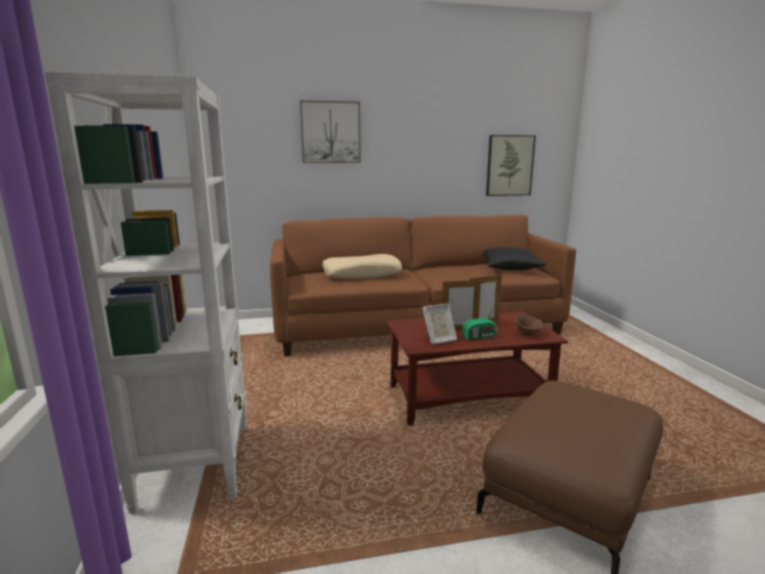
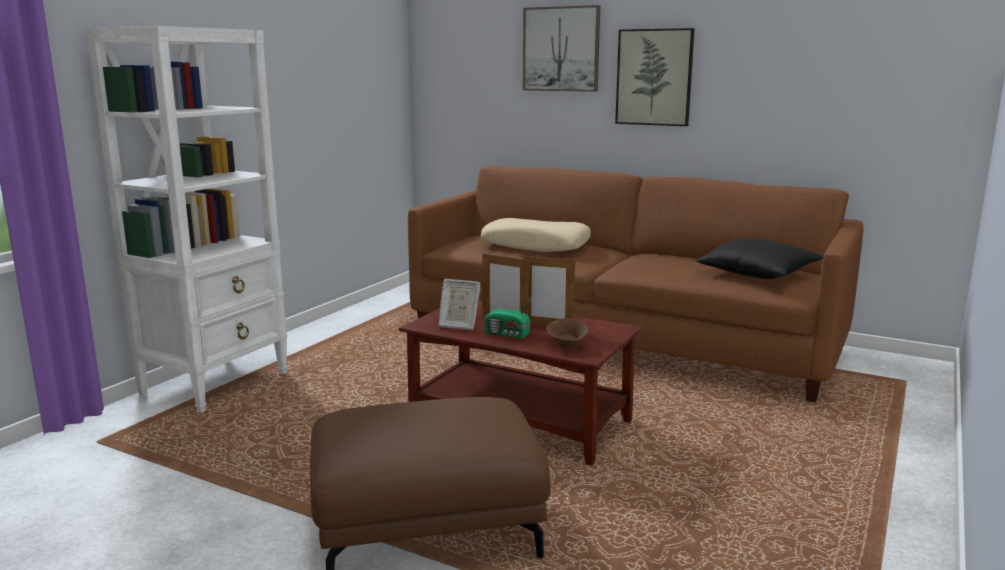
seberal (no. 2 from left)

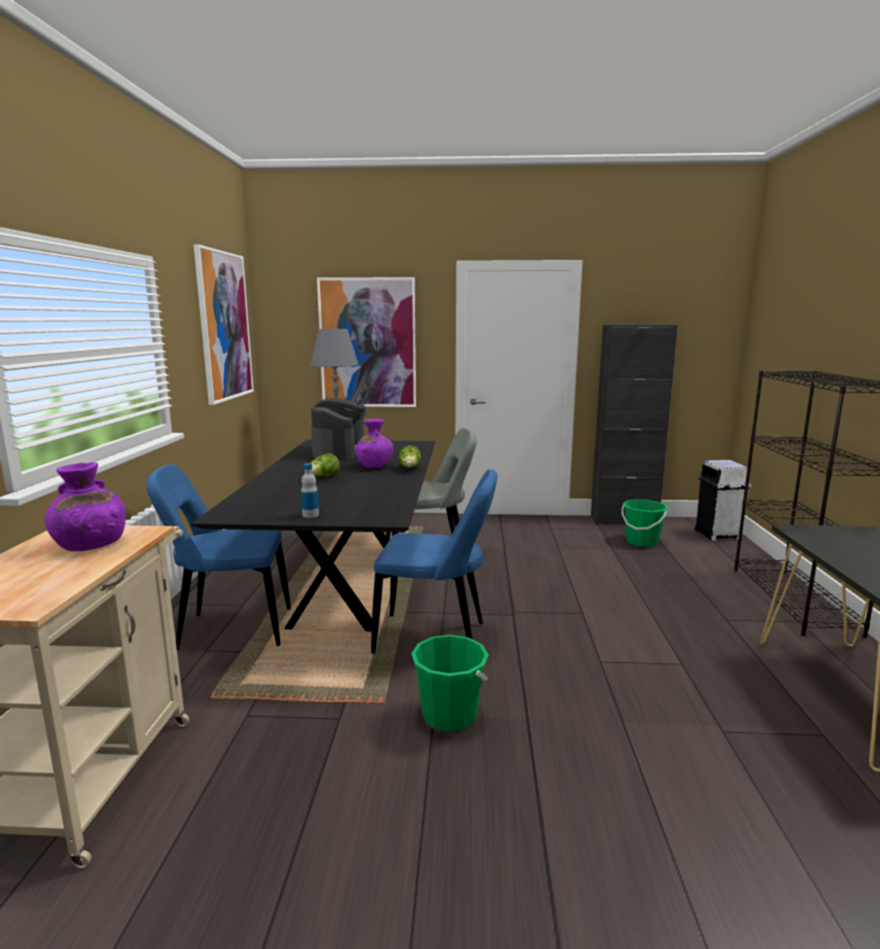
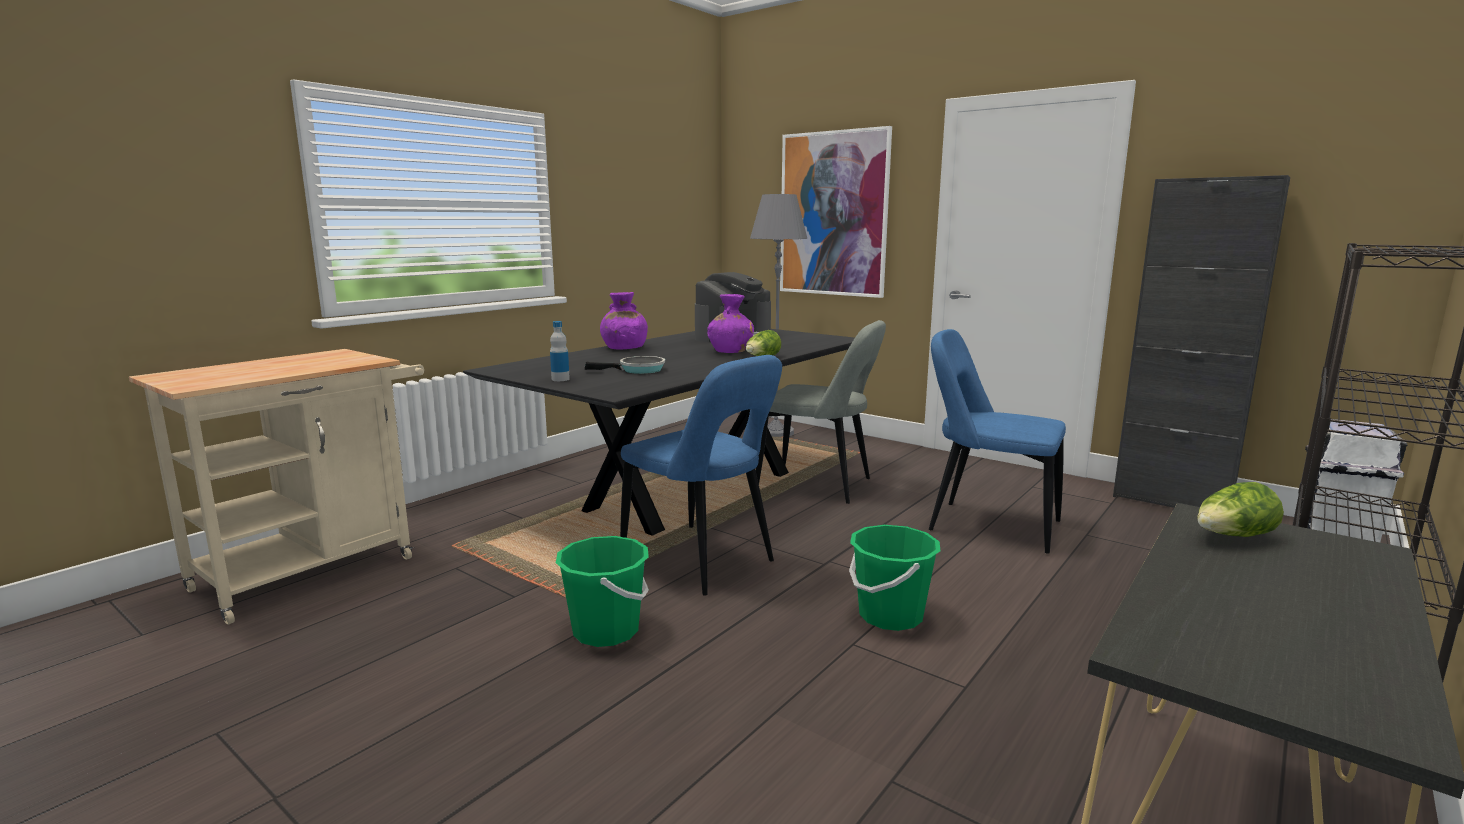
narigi; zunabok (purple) (no. 1 from left); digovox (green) (no. 2 from left); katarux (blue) (no. 2 from left); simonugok (no. 2 from left); seberal (no. 1 from left in the first image)

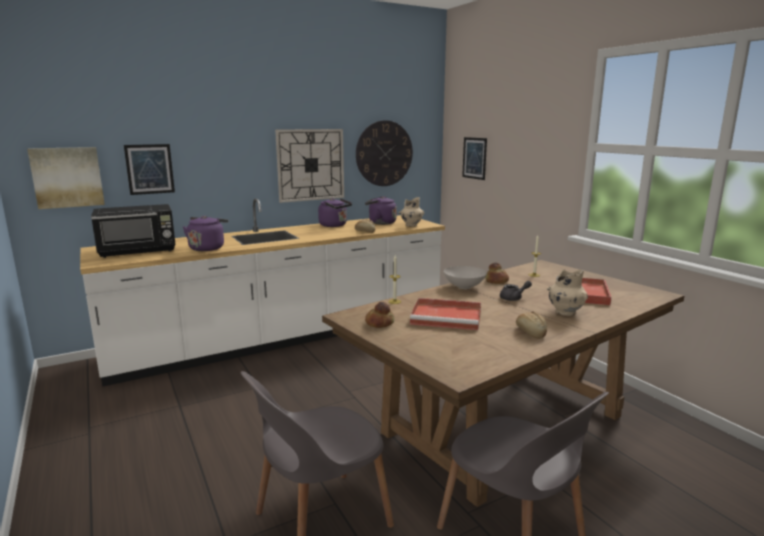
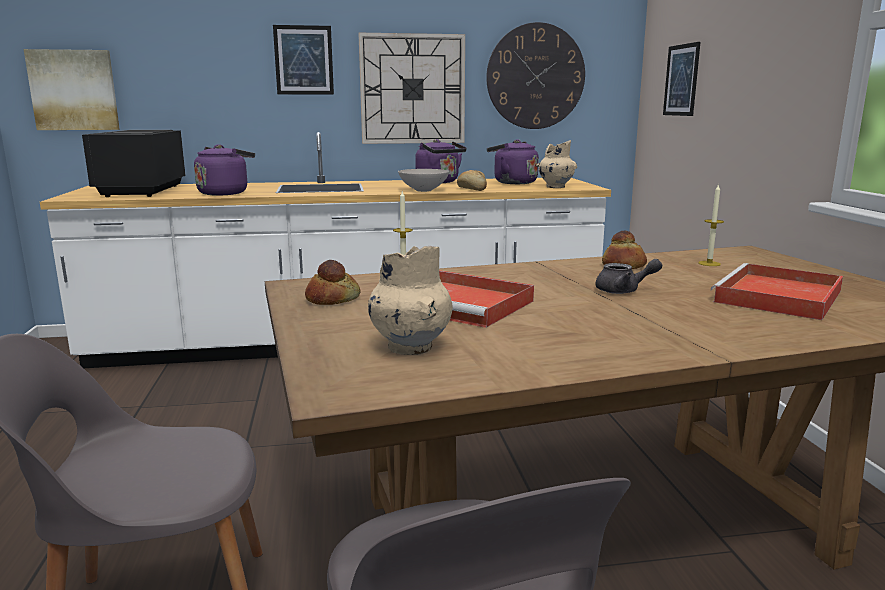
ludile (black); seberal (no. 2 from left); zunabok (beige) (no. 1 from left); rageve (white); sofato (no. 4 from left in the first image)

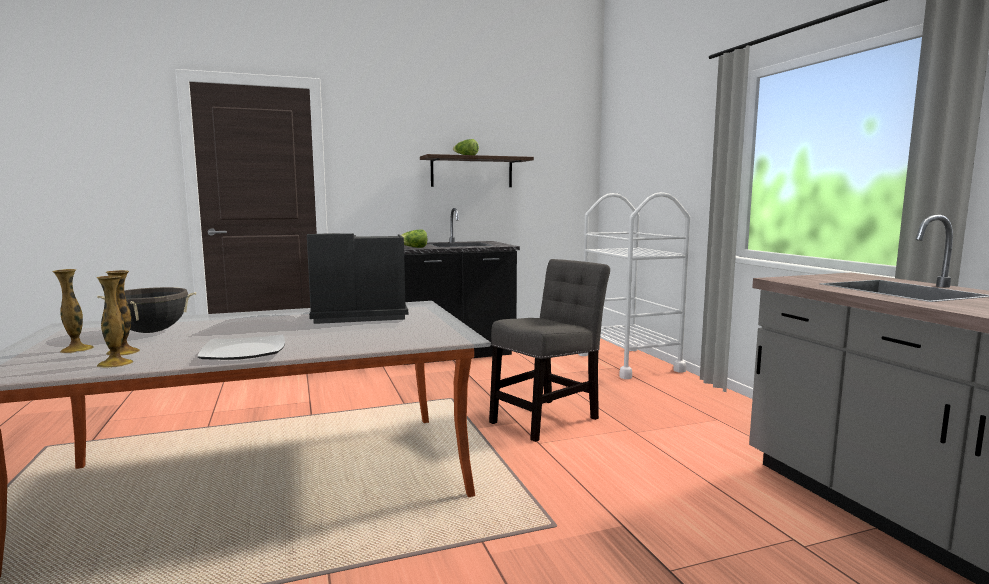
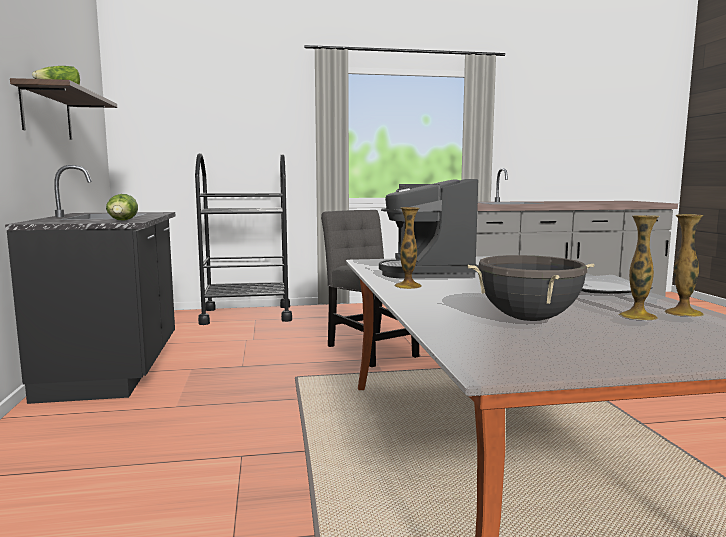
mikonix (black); zunabok (no. 1 from left)

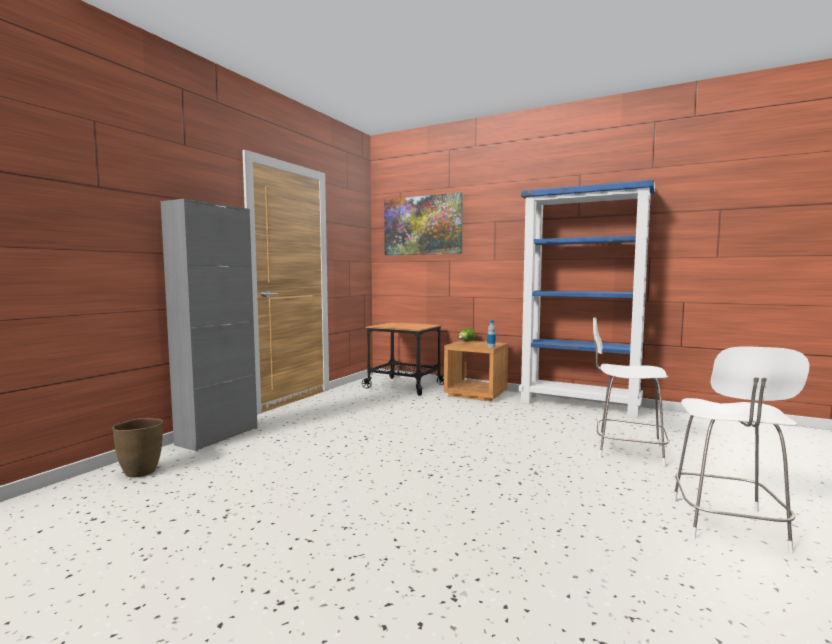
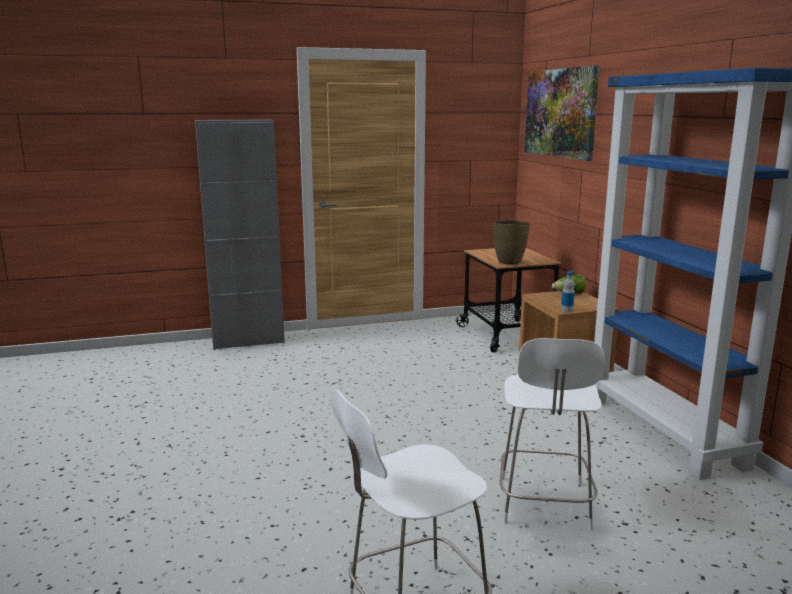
zunabok (brown); katarux (white) (no. 2 from left)

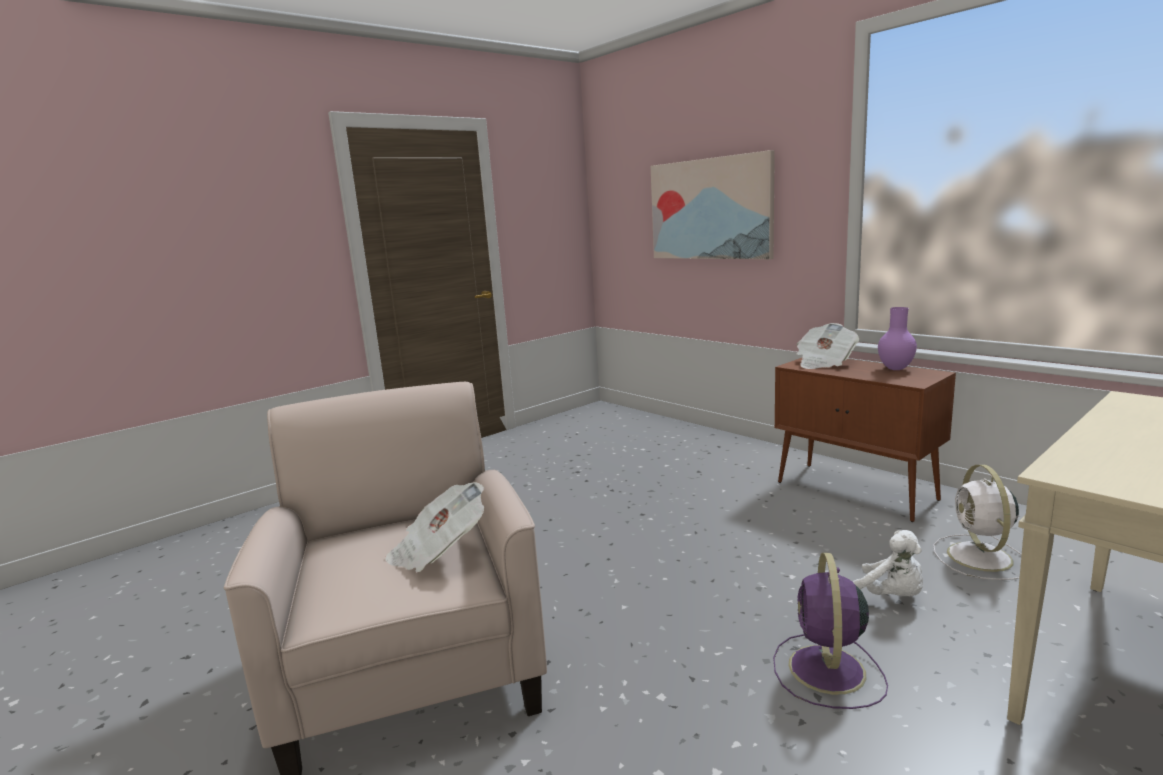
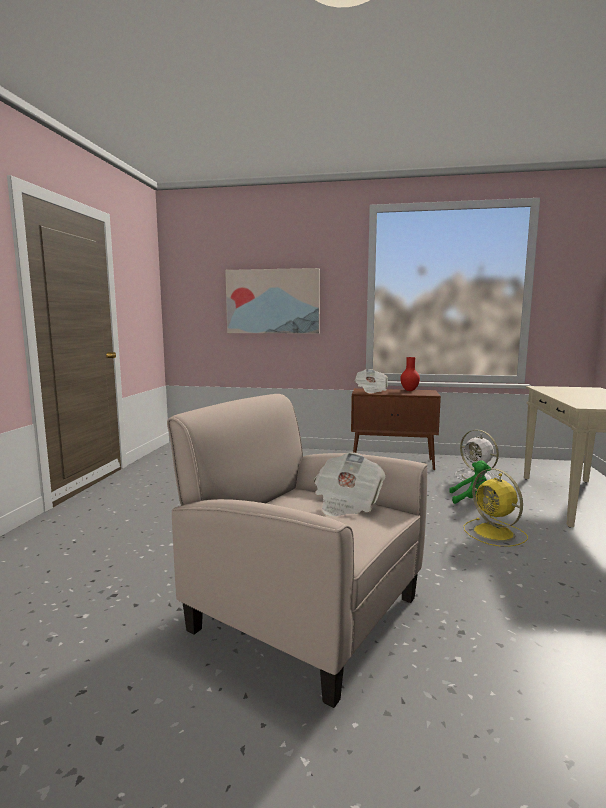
zunabok (red); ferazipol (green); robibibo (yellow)

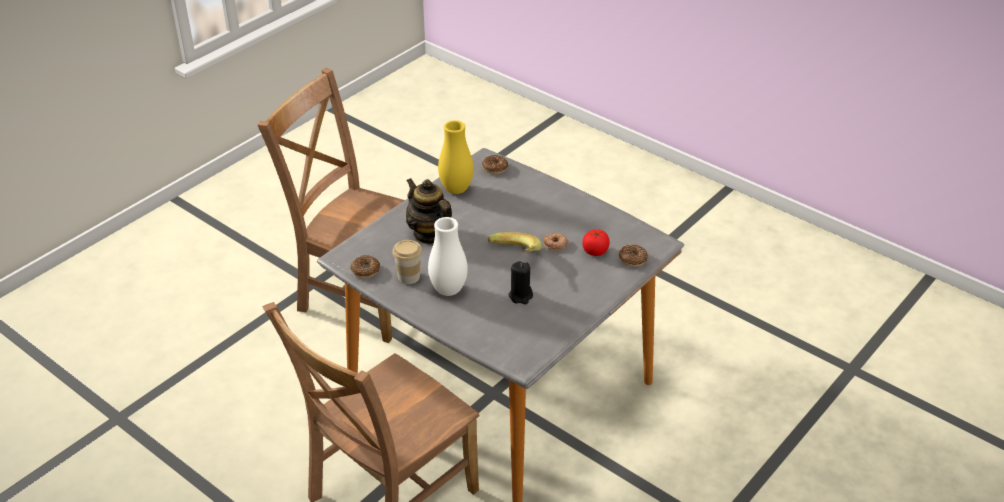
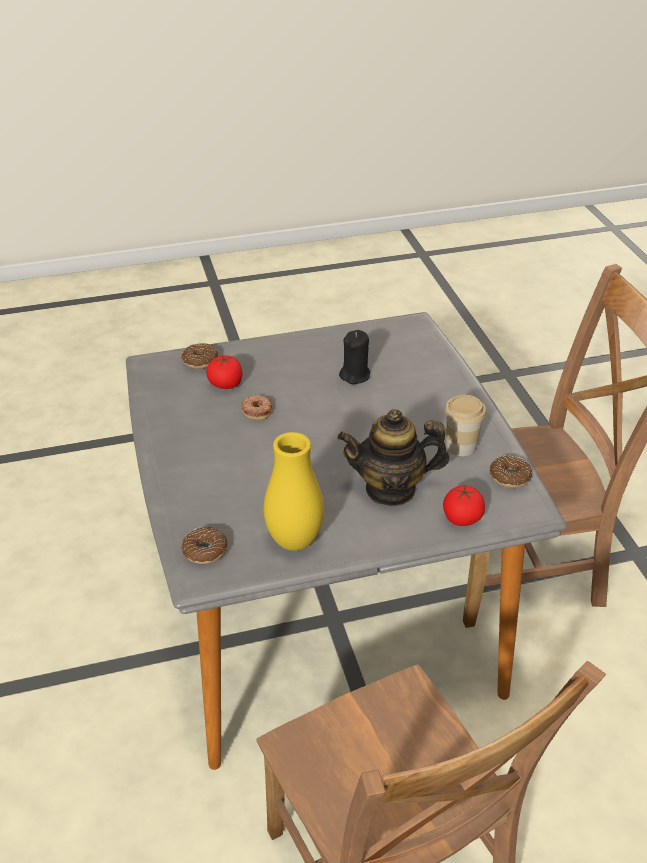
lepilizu; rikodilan (no. 2 from left); zunabok (white); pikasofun

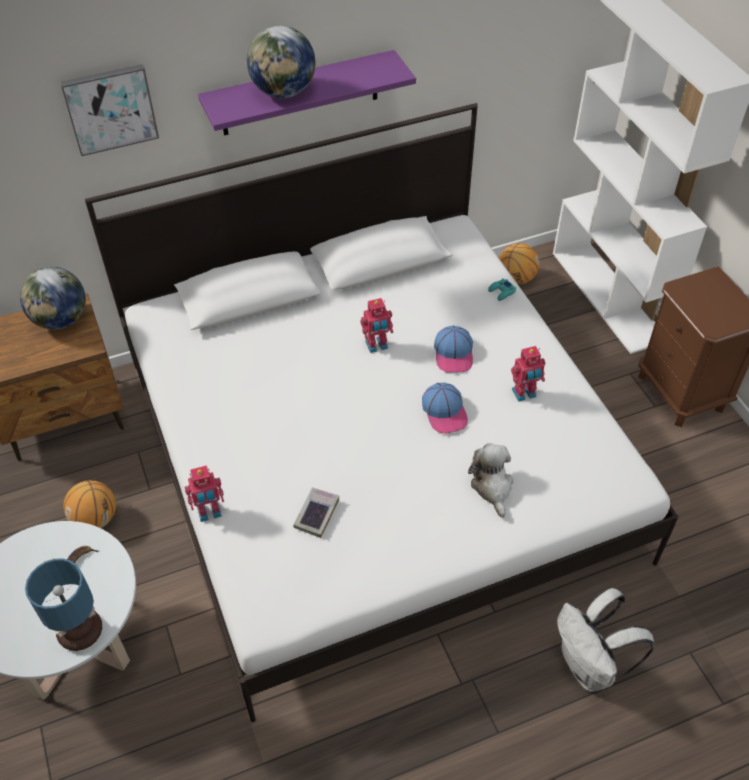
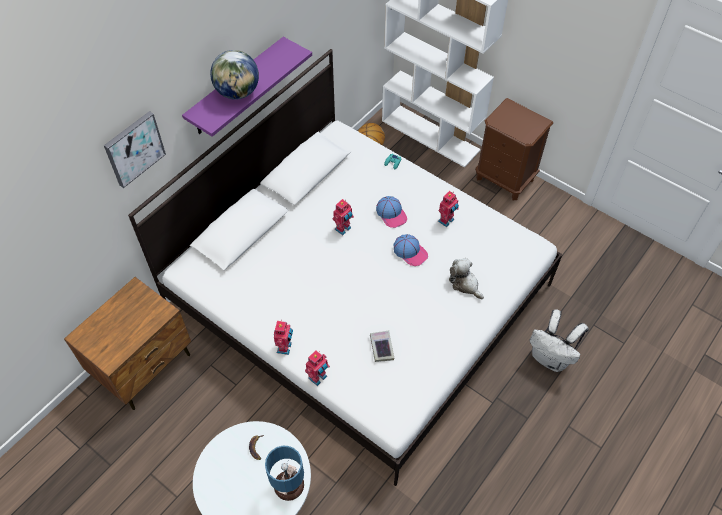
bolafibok (no. 1 from left); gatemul (no. 1 from left in the first image); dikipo (no. 1 from left in the first image)

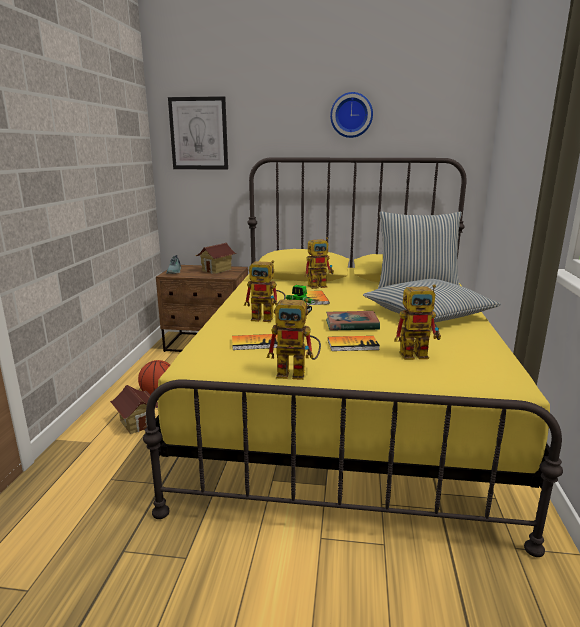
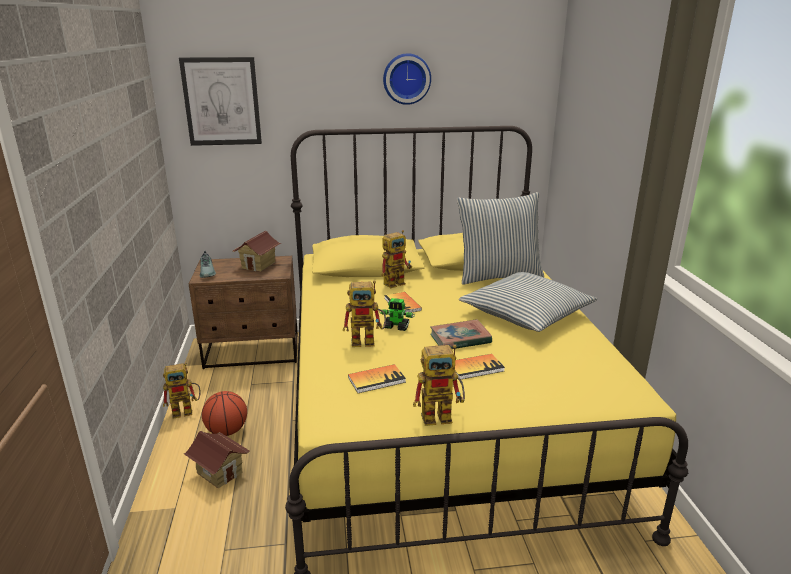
bolafibok (no. 1 from left)

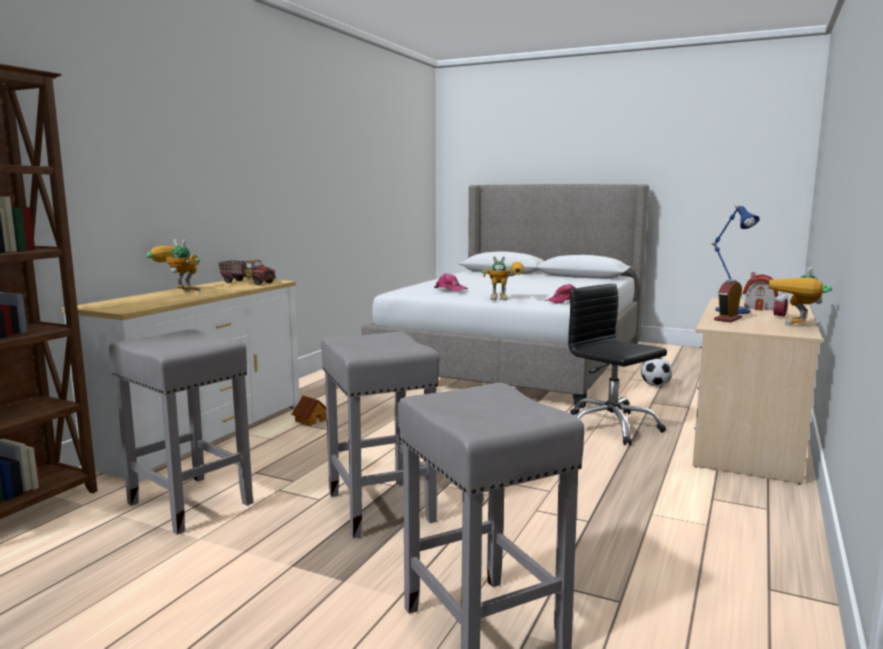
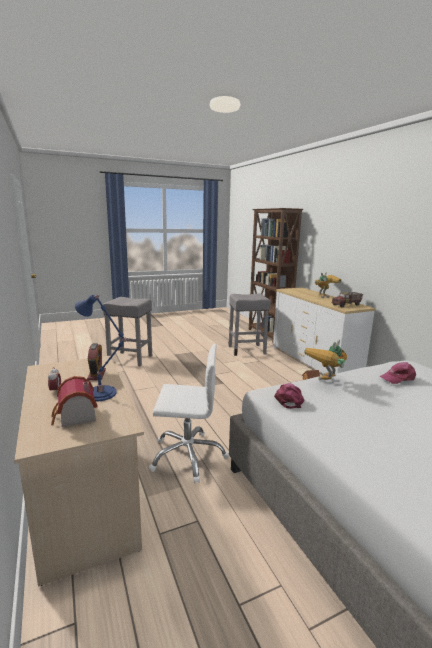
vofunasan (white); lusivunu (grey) (no. 2 from left in the first image); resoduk; bolafibok (no. 3 from left in the first image)

